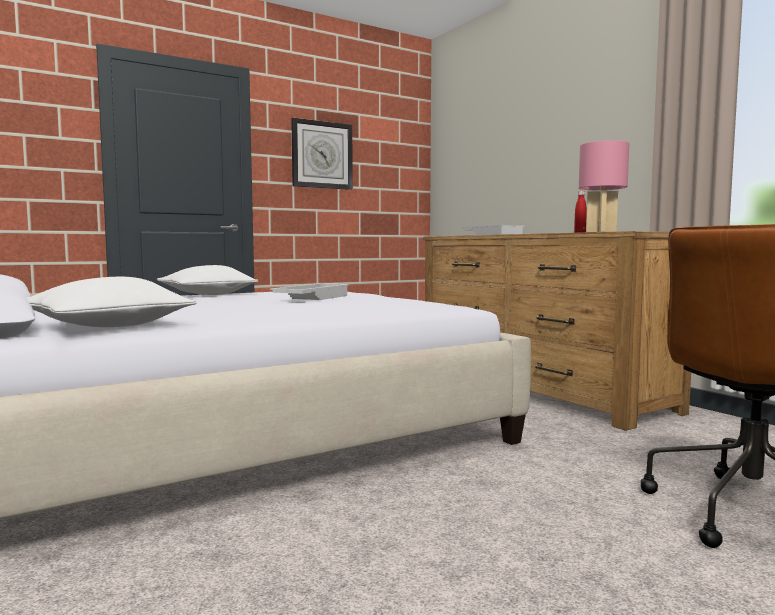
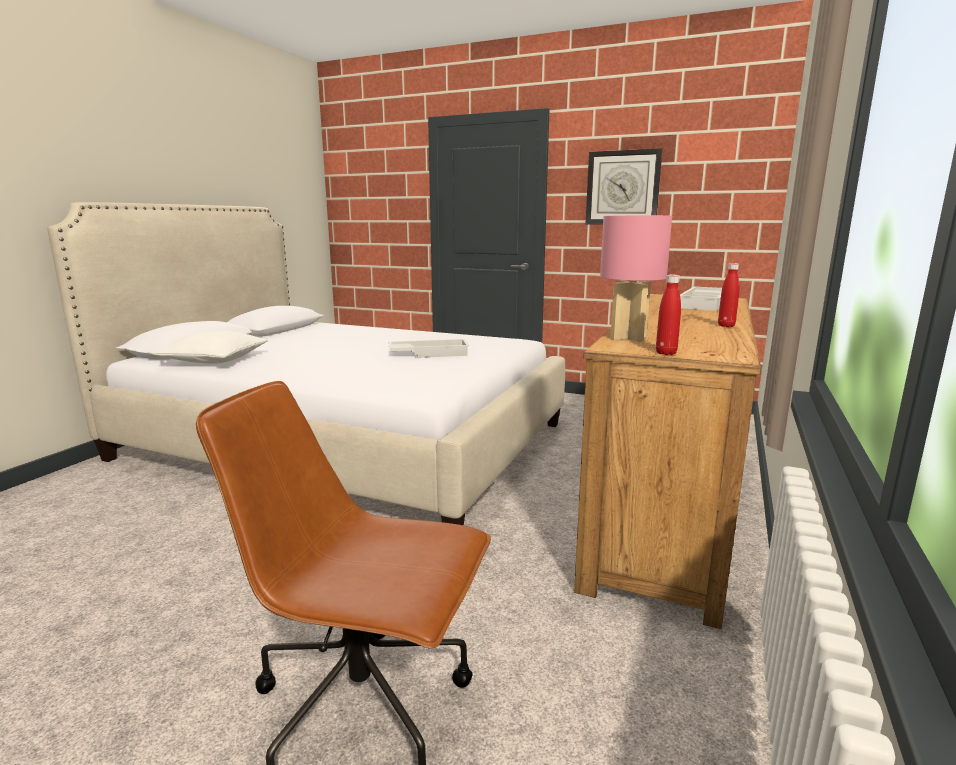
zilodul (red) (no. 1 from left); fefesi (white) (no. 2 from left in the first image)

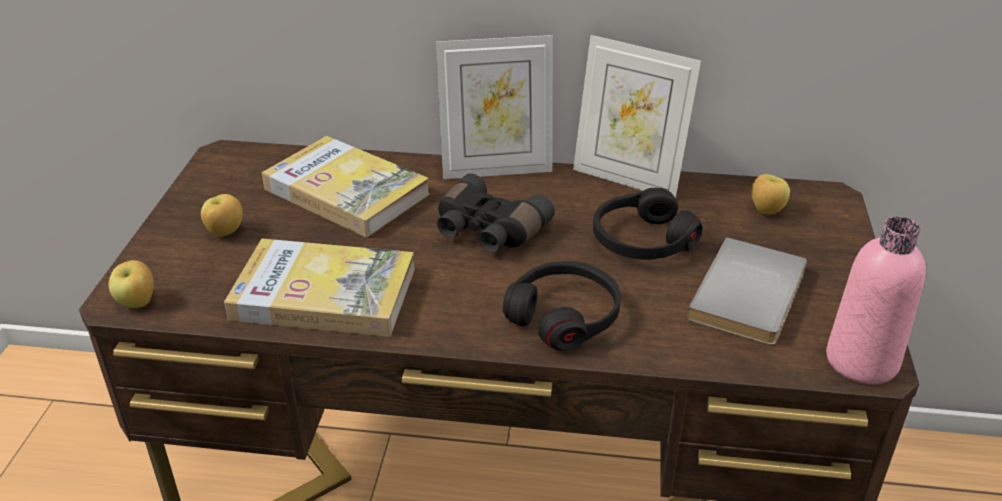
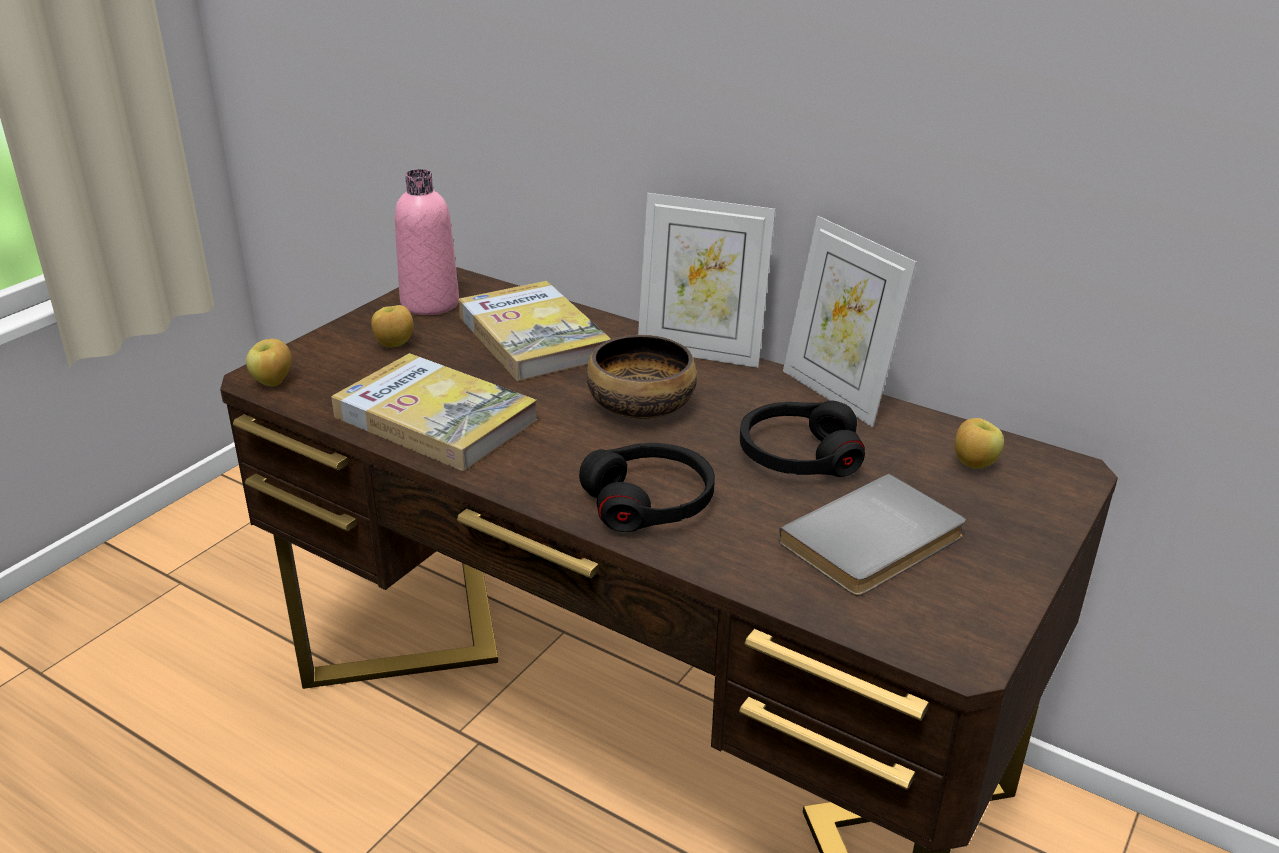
zilodul (pink); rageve

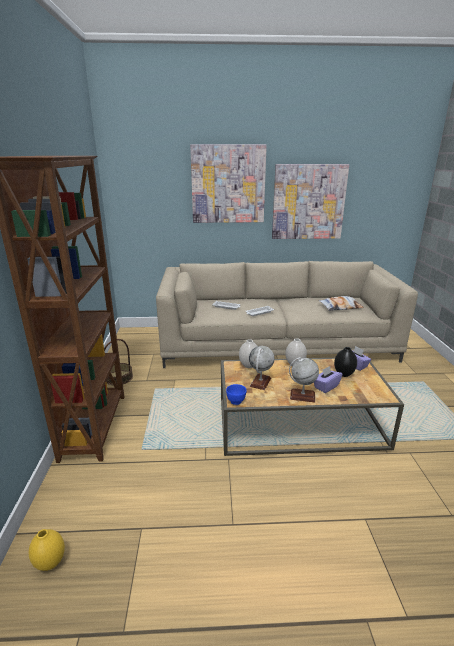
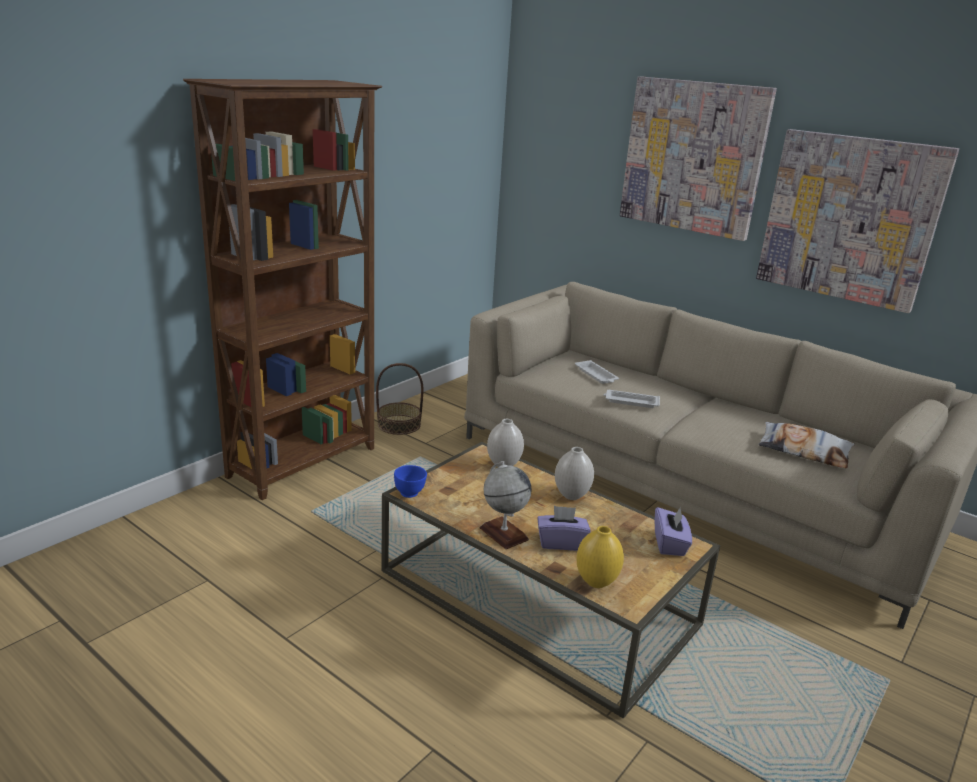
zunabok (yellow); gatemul (no. 1 from left in the first image); zunabok (black)

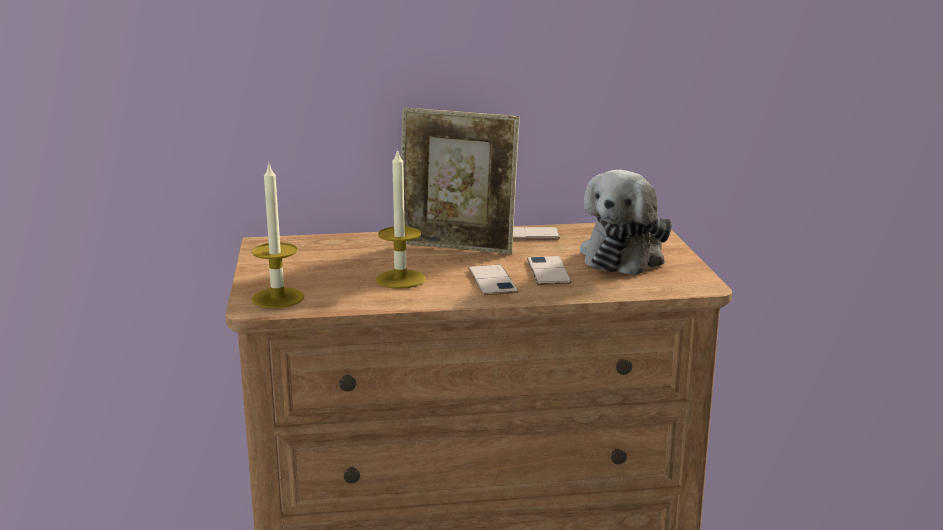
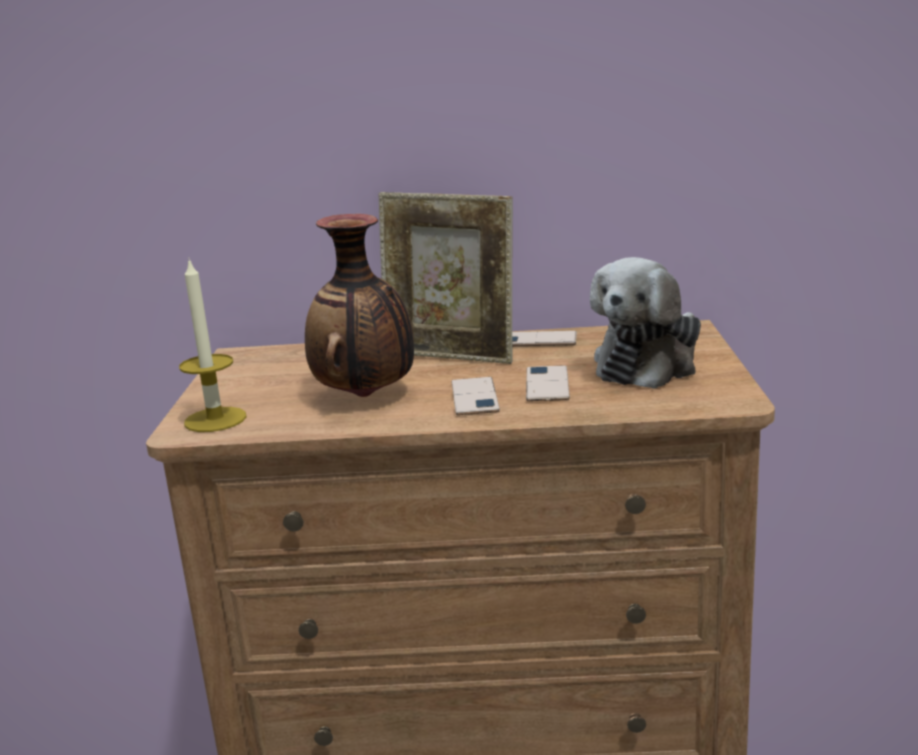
zunabok

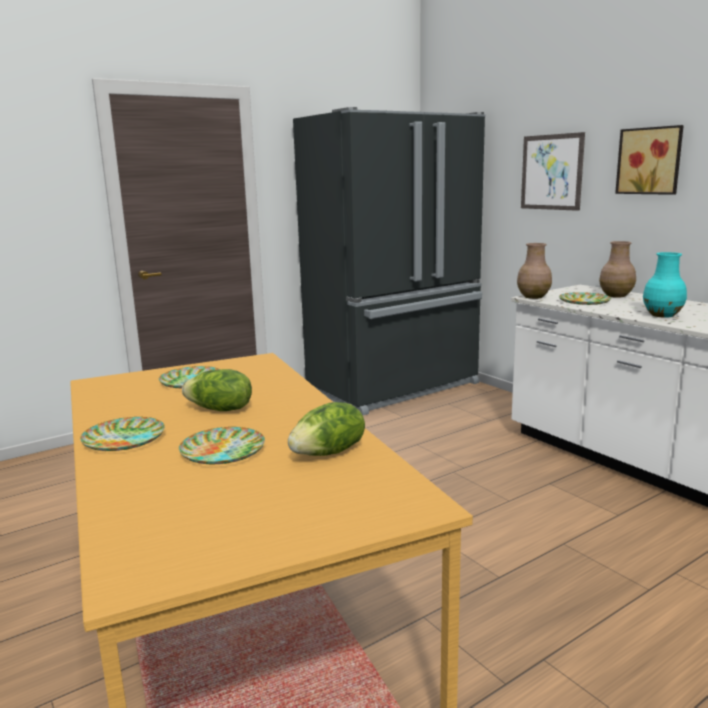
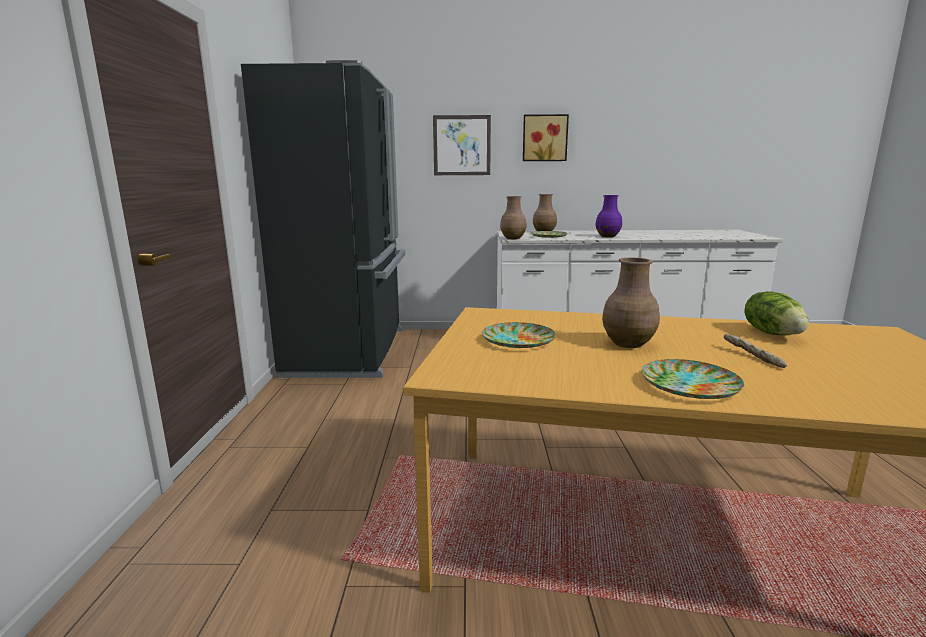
zunabok (purple); zunabok (brown) (no. 3 from left); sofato

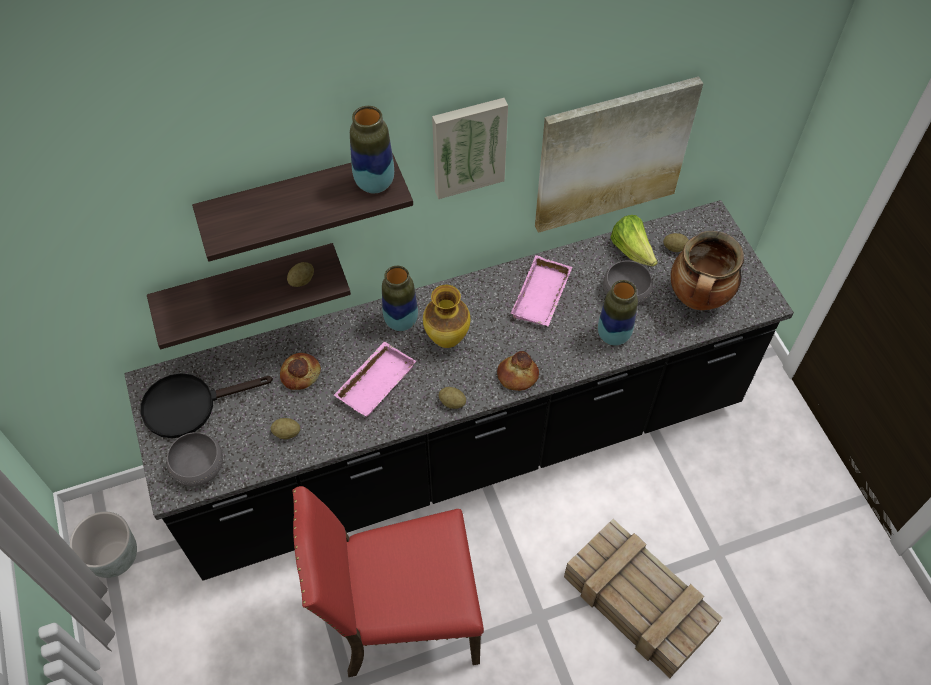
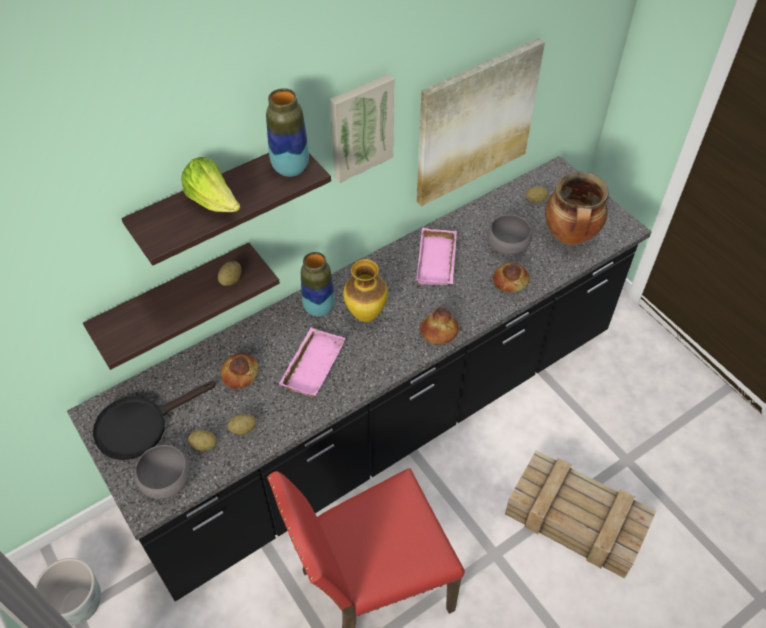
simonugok; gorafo (no. 1 from left); sofato (no. 3 from left)

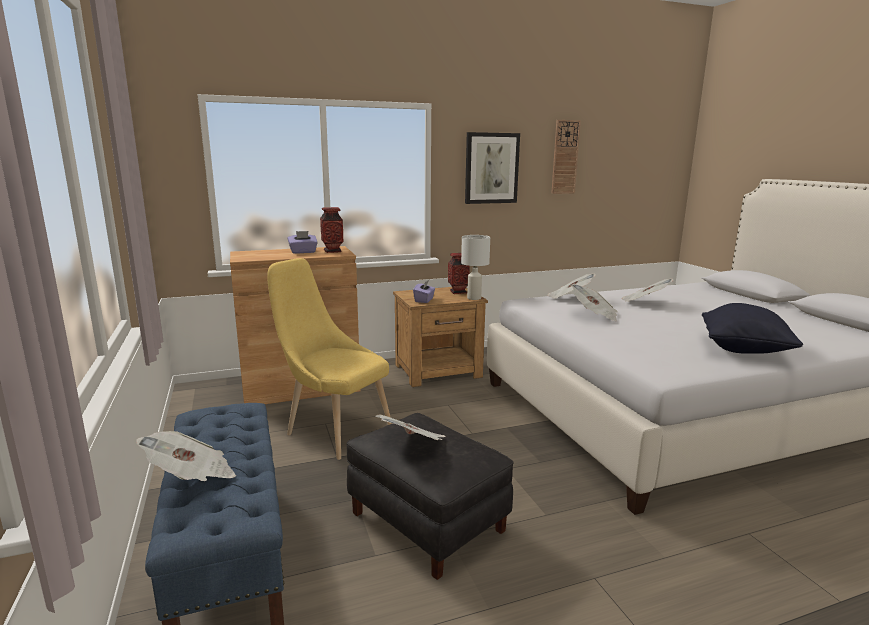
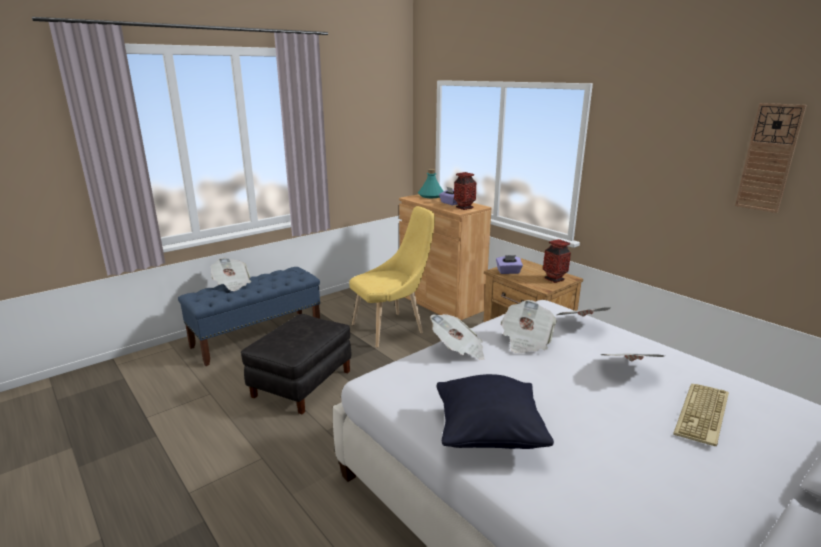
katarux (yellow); zilodul (turquoise); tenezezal (no. 2 from left); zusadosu; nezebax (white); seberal

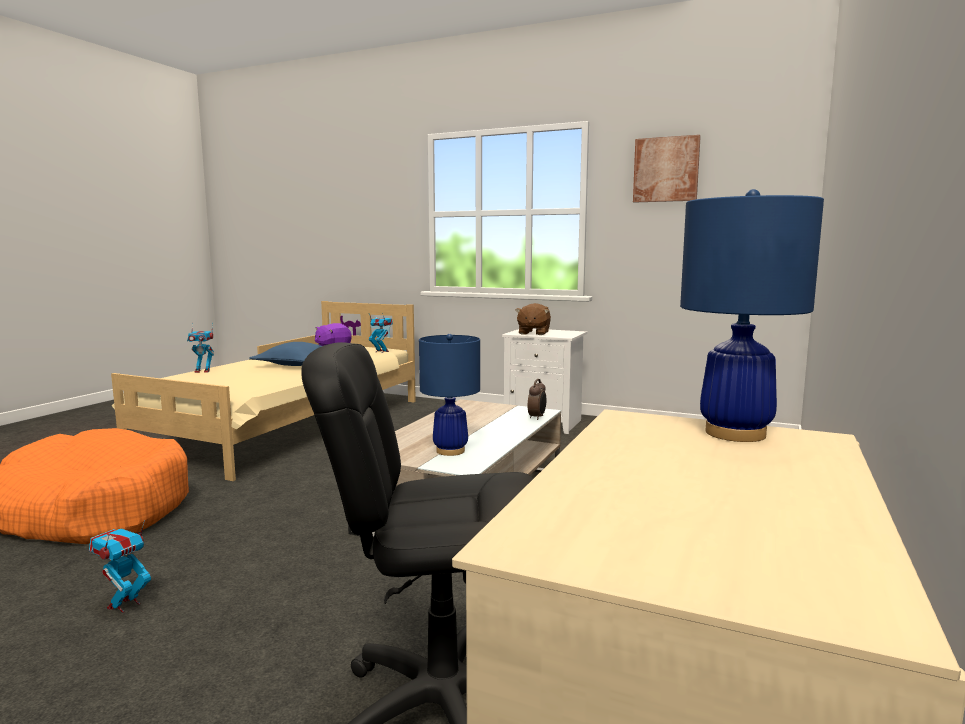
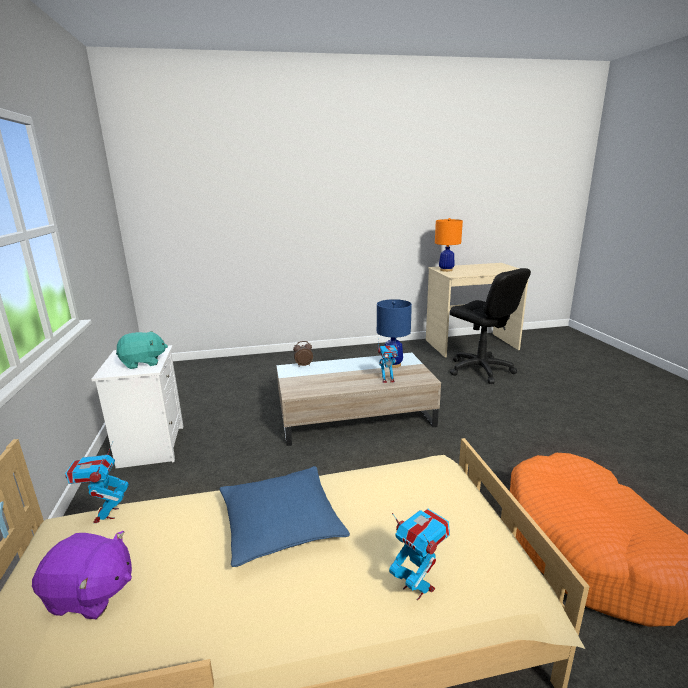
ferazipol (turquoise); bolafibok (no. 2 from left); nezebax (orange); seberal

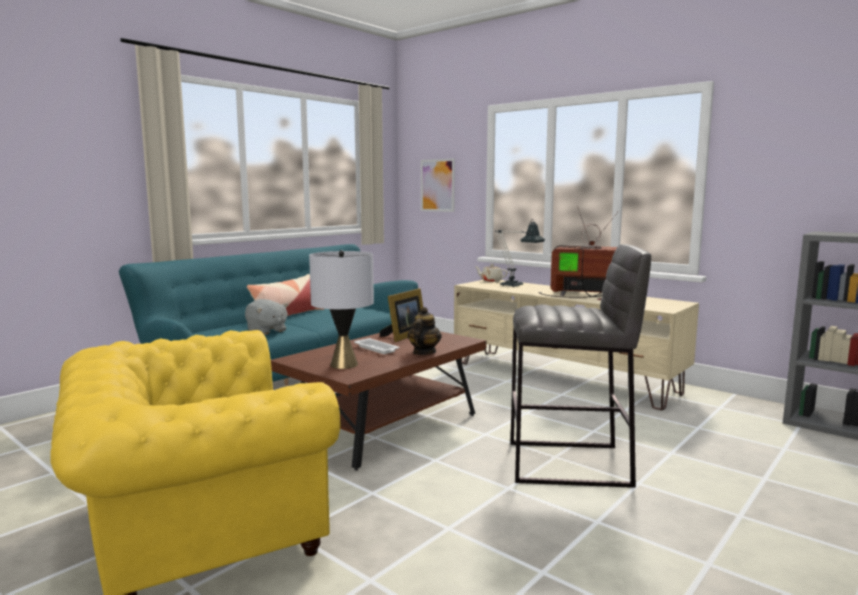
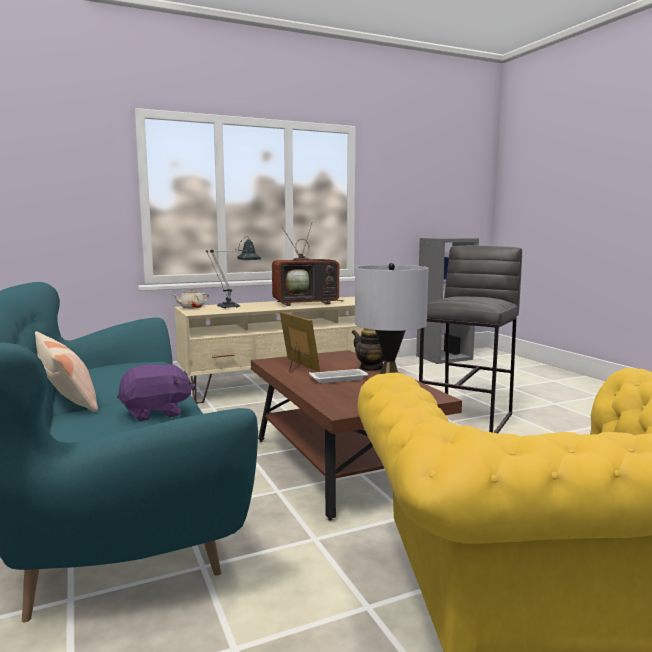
ferazipol (purple); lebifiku; seberal

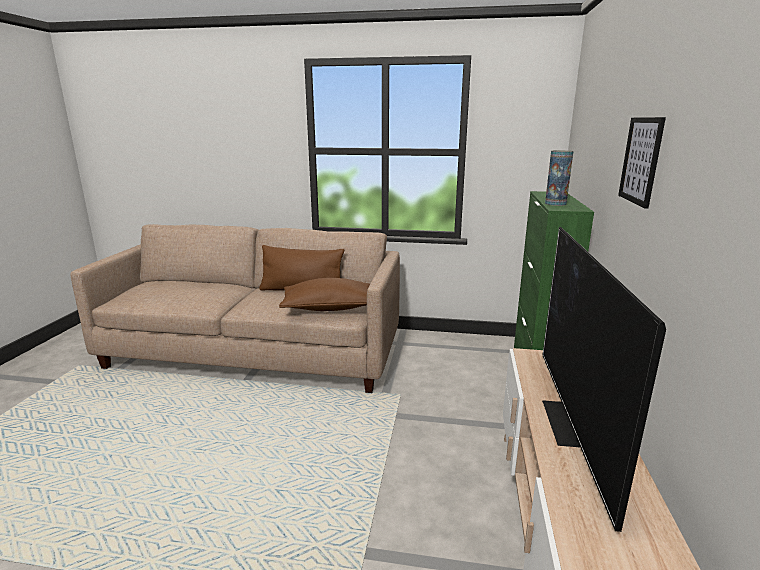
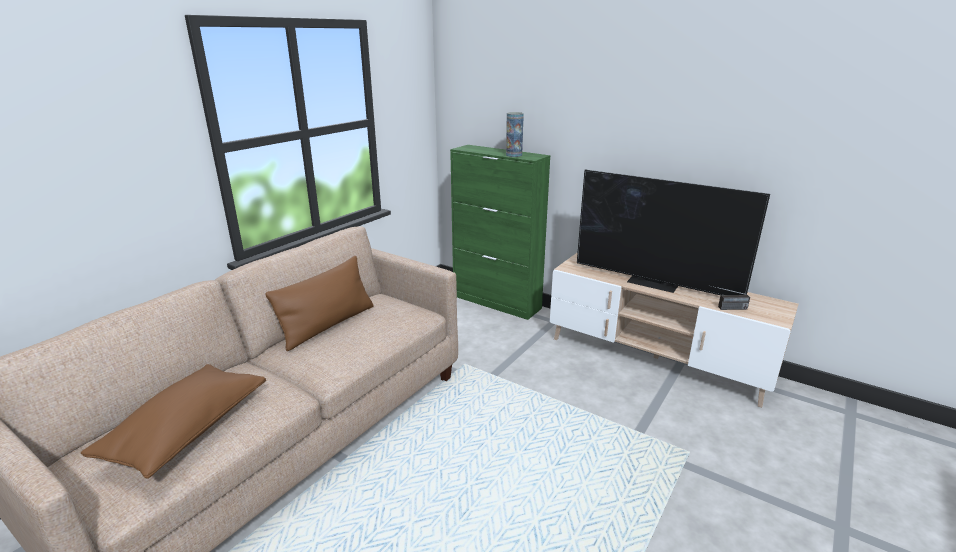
fefesi (brown) (no. 1 from left); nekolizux; seberal

